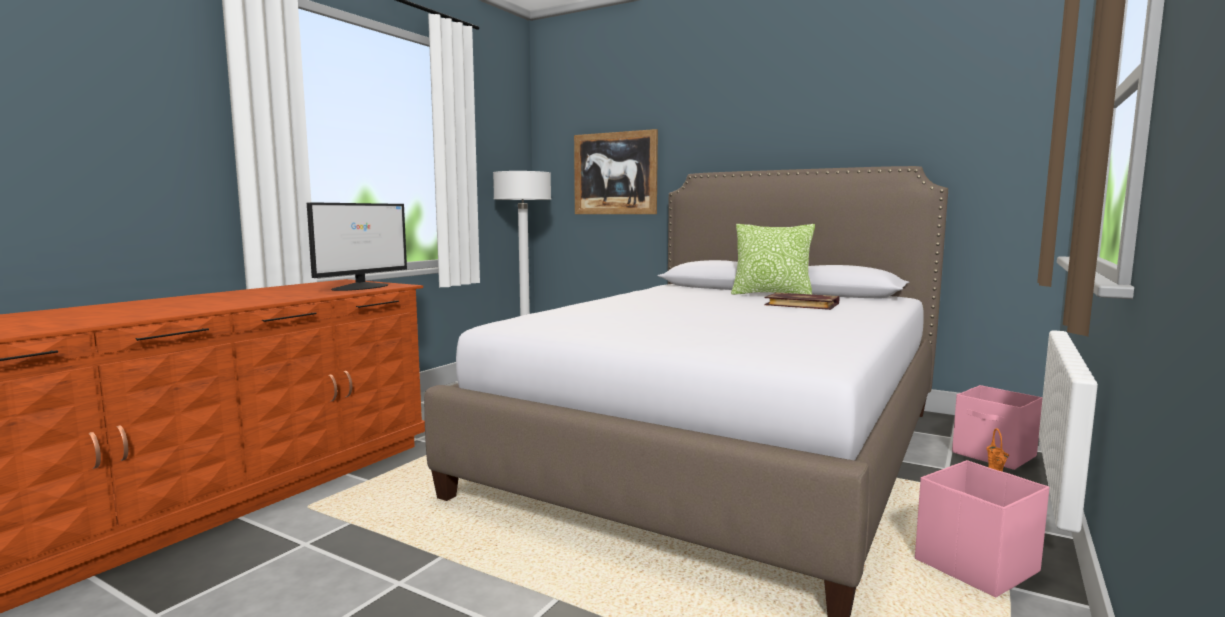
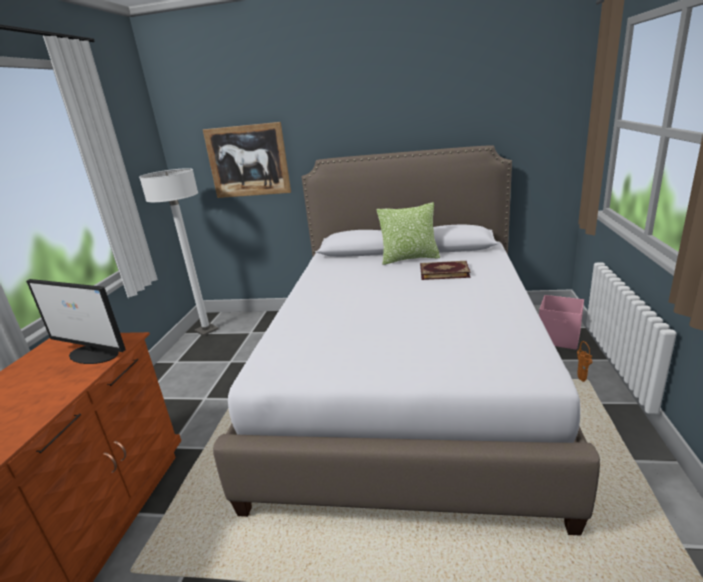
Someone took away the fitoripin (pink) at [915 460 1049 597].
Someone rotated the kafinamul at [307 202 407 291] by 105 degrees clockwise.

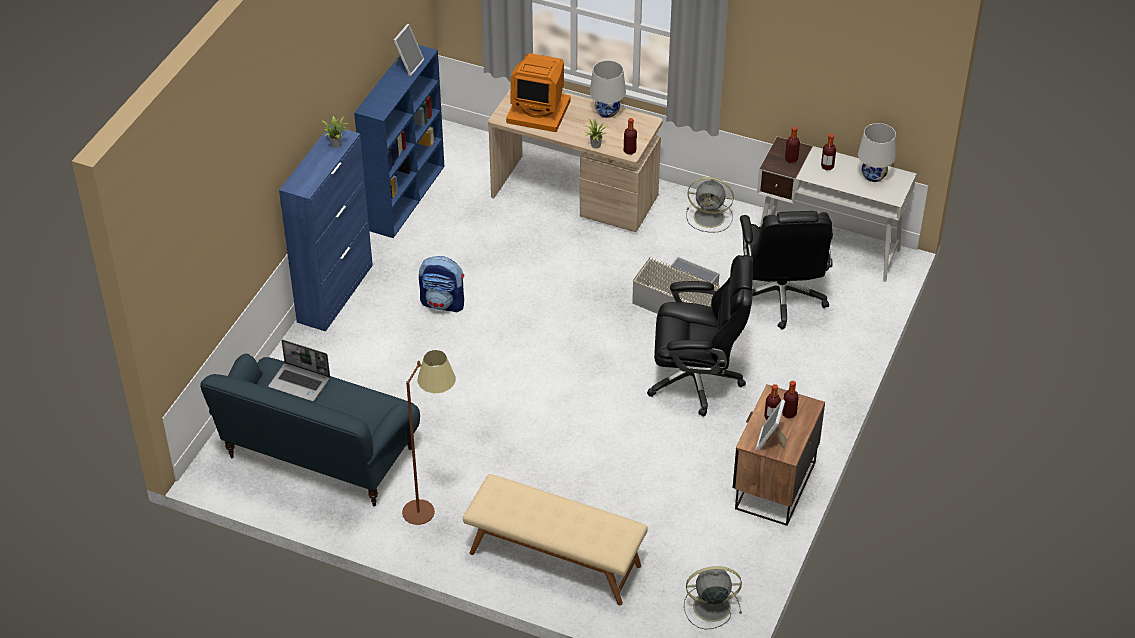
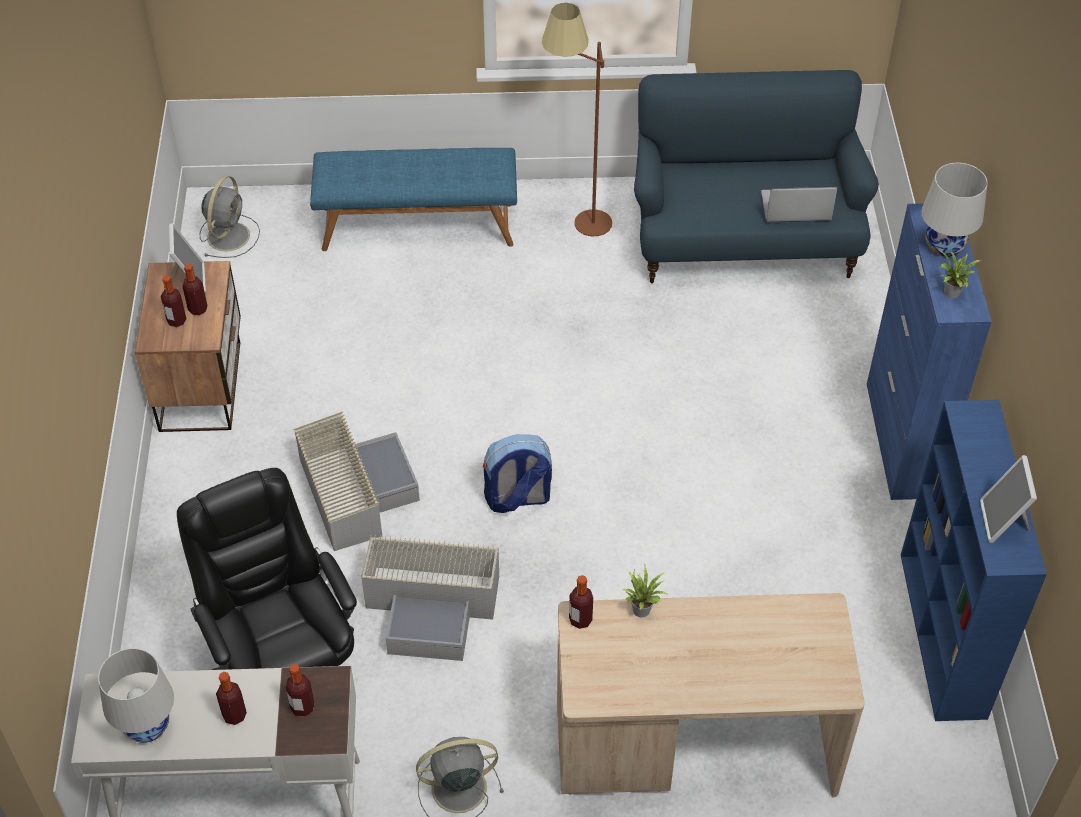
Someone took away the kafinamul at [506 53 571 132].
Someone carried the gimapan from [419 256 464 313] to [483 435 552 513].
Someone carried the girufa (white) from [590 60 626 118] to [921 163 988 257].
Someone swapped the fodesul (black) at [647 255 753 417] for the fitoripin (grey) at [293 411 420 551].
Someone repainted the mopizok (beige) at [463 474 648 605], which became the mopizok (blue) at [310 148 517 251].
Someone rotated the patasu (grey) at [684 566 742 630] by 45 degrees counterclockwise.

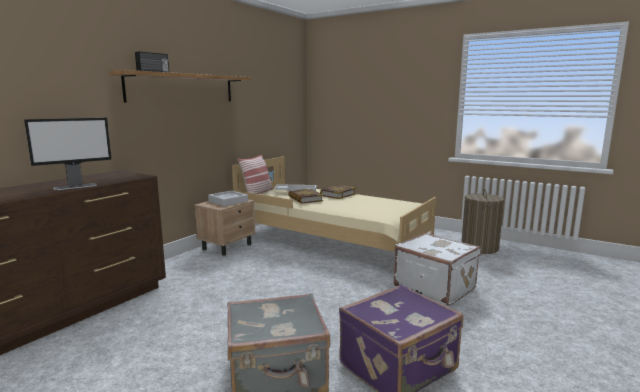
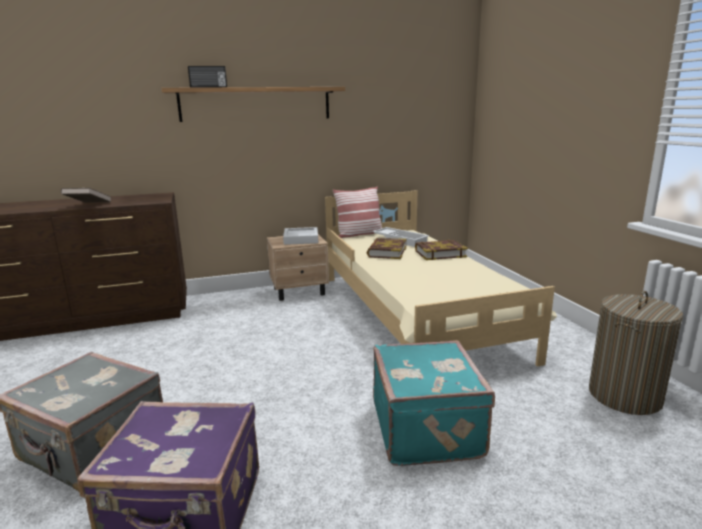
Someone swapped the kafinamul at [24 118 112 190] for the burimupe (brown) at [61 188 111 203].
Someone repainted the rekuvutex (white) at [394 233 481 306], which became the rekuvutex (turquoise) at [373 340 495 466].

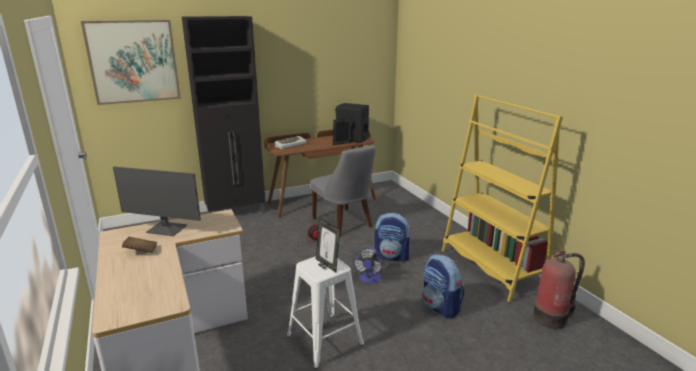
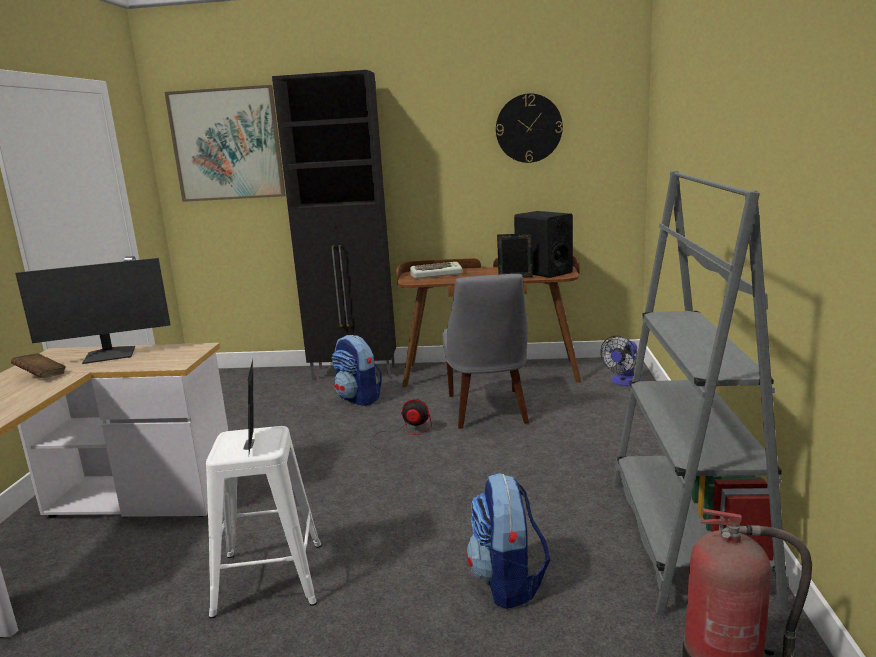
Someone put up the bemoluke at [496 94 563 163].
Someone carried the patasu from [353 247 384 283] to [601 336 641 386].
Someone carried the gimapan from [375 213 412 262] to [332 335 382 406].
Someone repainted the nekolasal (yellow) at [442 94 563 302], which became the nekolasal (grey) at [613 171 789 615].
Someone rotated the kafinamul at [113 167 201 236] by 60 degrees counterclockwise.

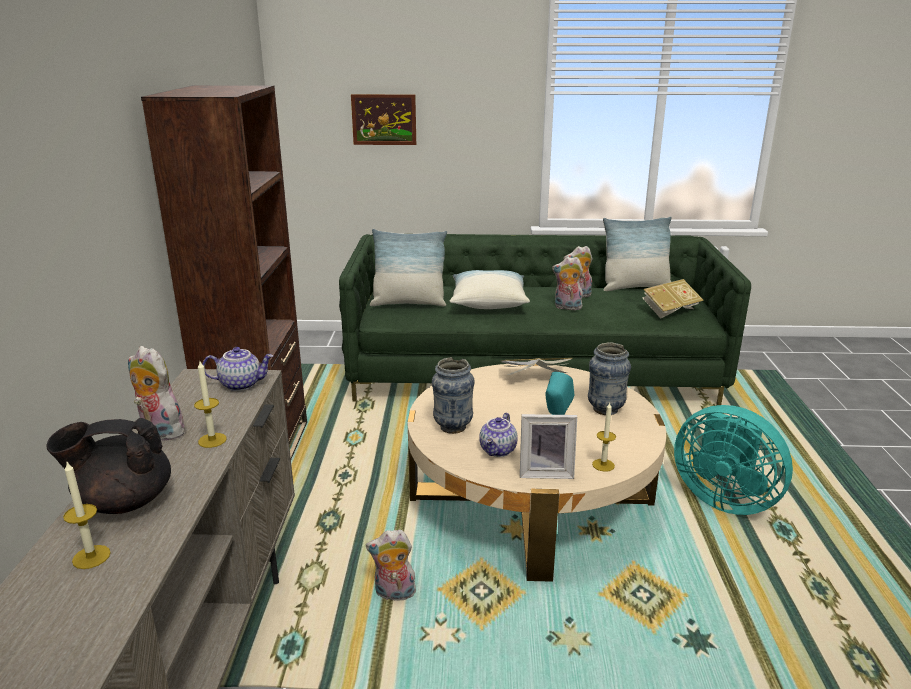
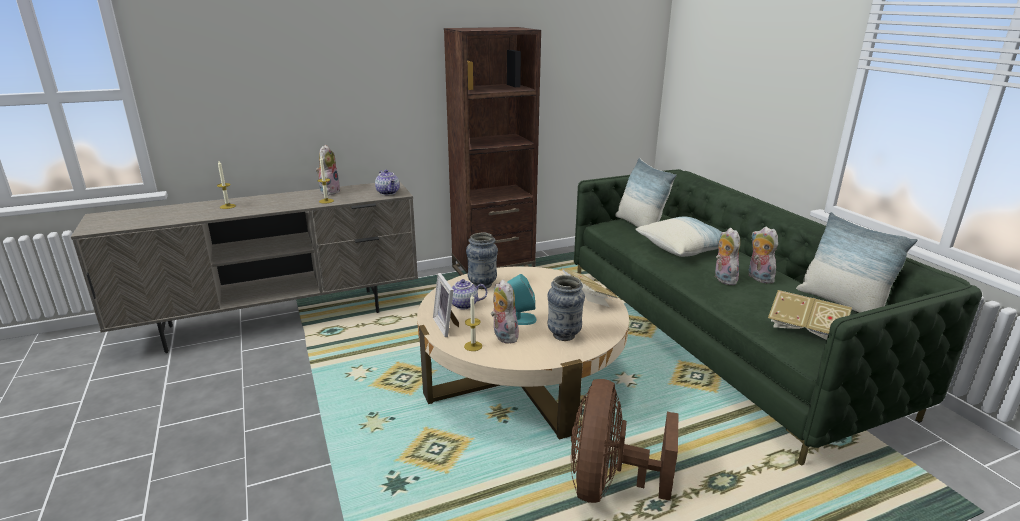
Someone took away the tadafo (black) at [46 418 171 514].
Someone took away the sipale at [351 94 416 145].
Someone carried the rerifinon from [366 529 416 601] to [491 279 519 344].
Someone repainted the patasu (turquoise) at [674 405 793 515], which became the patasu (brown) at [571 379 679 503].

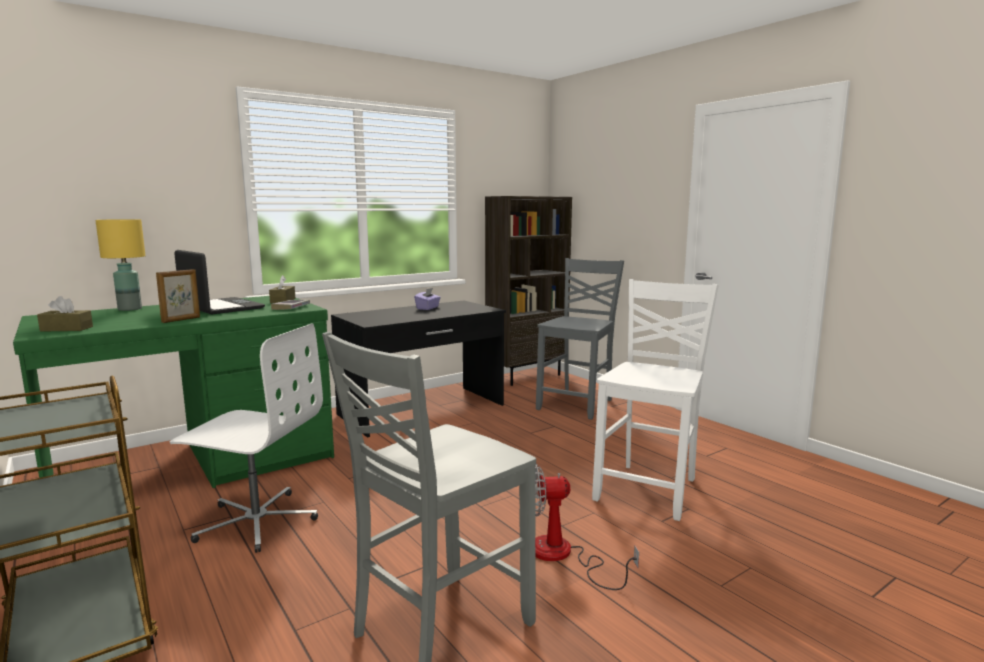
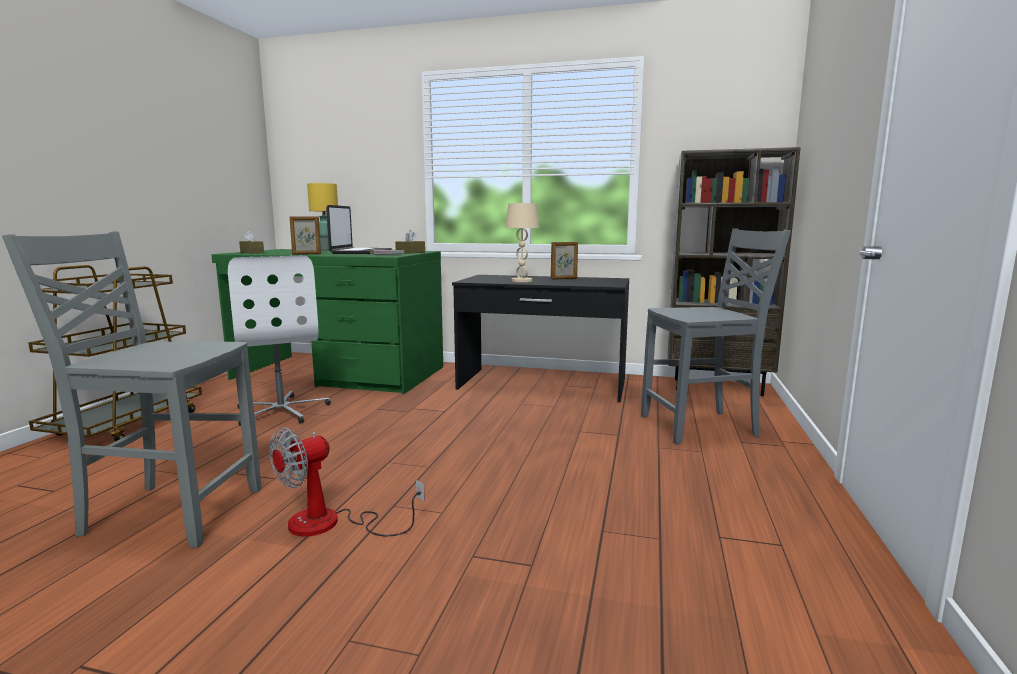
Someone took away the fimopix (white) at [592 279 719 521].
Someone put down the girufa (beige) at [505 203 540 282].
Someone swapped the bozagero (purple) at [414 288 441 310] for the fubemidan at [551 242 578 279].
Someone rotated the patasu at [535 464 639 590] by 90 degrees counterclockwise.

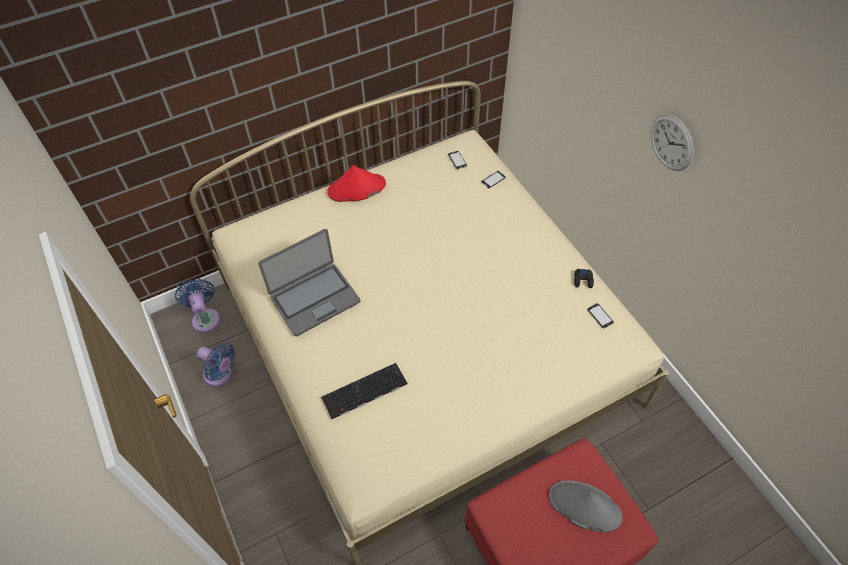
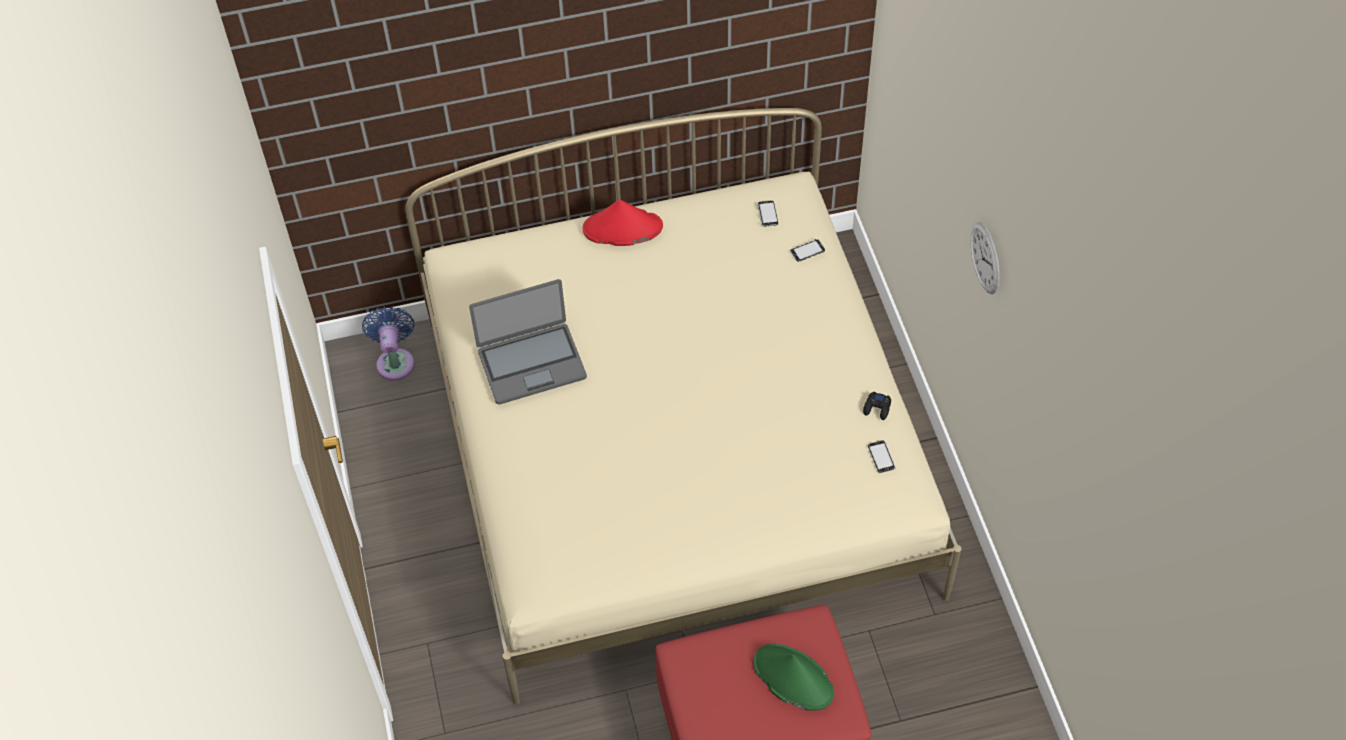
Someone took away the patasu (blue) at [196 343 235 386].
Someone took away the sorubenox at [321 363 407 419].
Someone repainted the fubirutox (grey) at [549 480 623 532], which became the fubirutox (green) at [753 644 834 711].

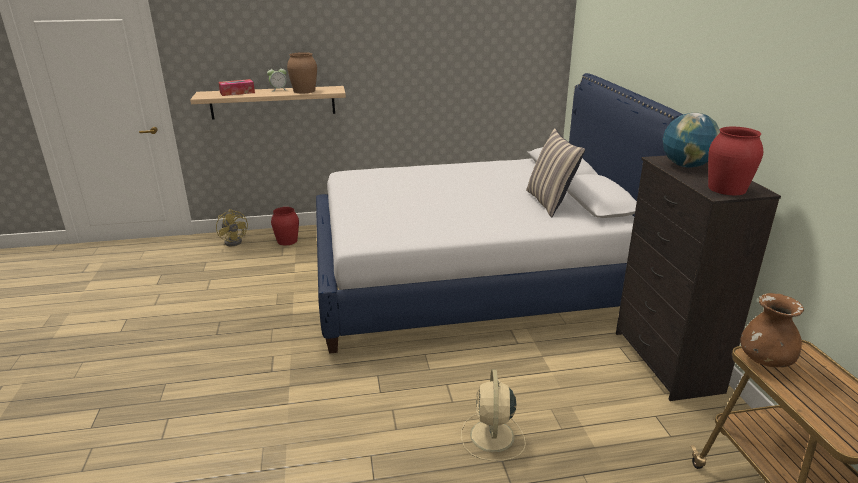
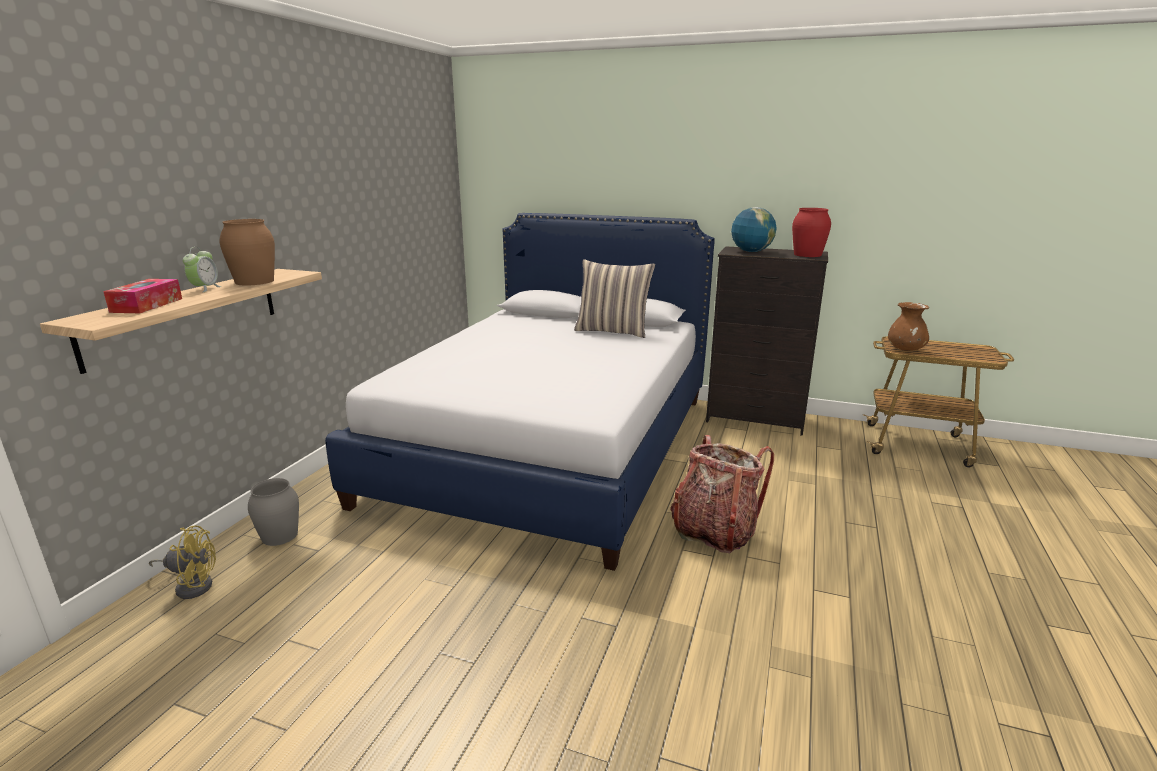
Someone took away the patasu (beige) at [461 369 526 461].
Someone put down the gimapan at [670 435 774 553].
Someone repainted the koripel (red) at [271 207 299 246], which became the koripel (grey) at [248 478 299 546].

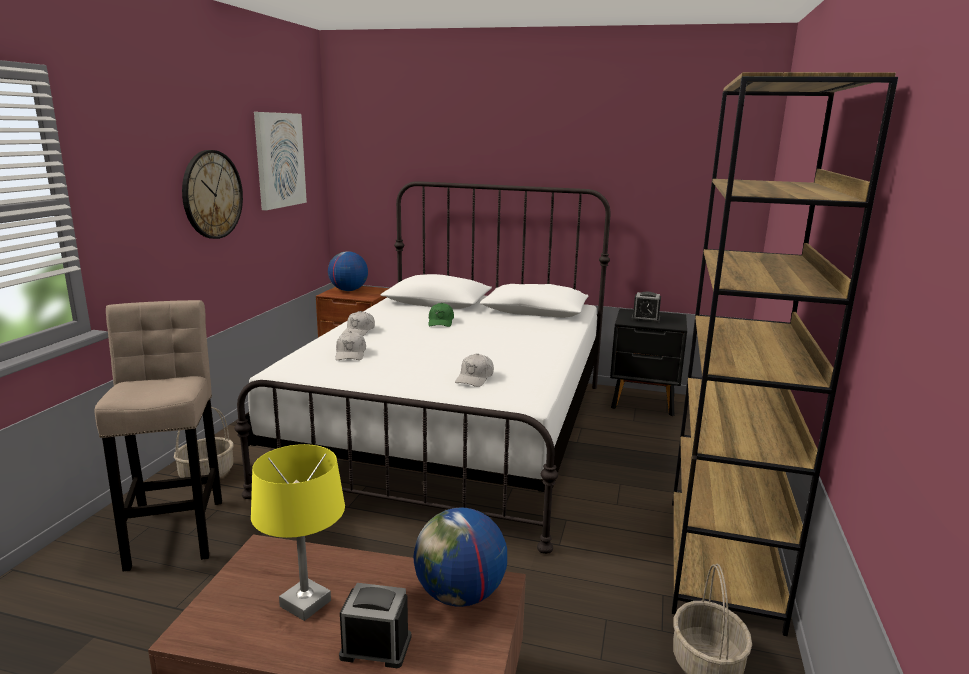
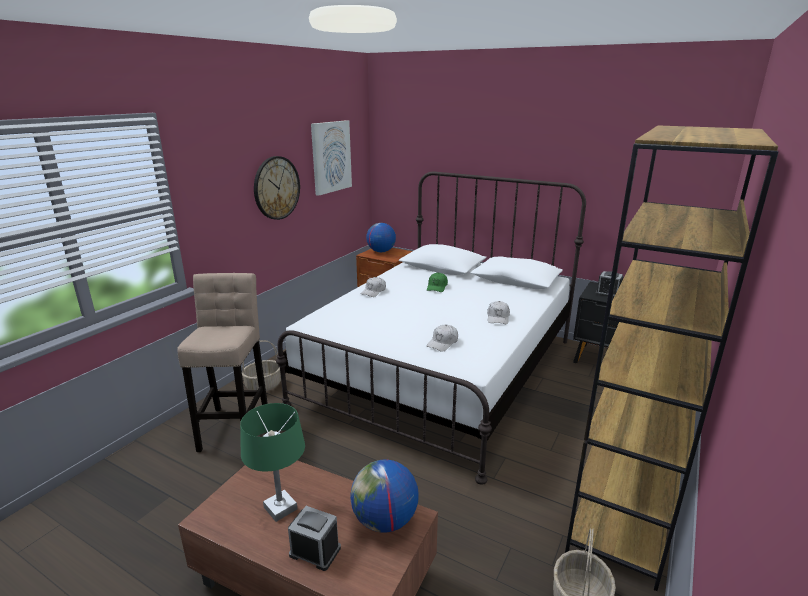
Someone carried the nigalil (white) from [335 331 366 360] to [487 301 510 324].
Someone repainted the girufa (yellow) at [251 444 345 621], which became the girufa (green) at [240 403 305 522].

